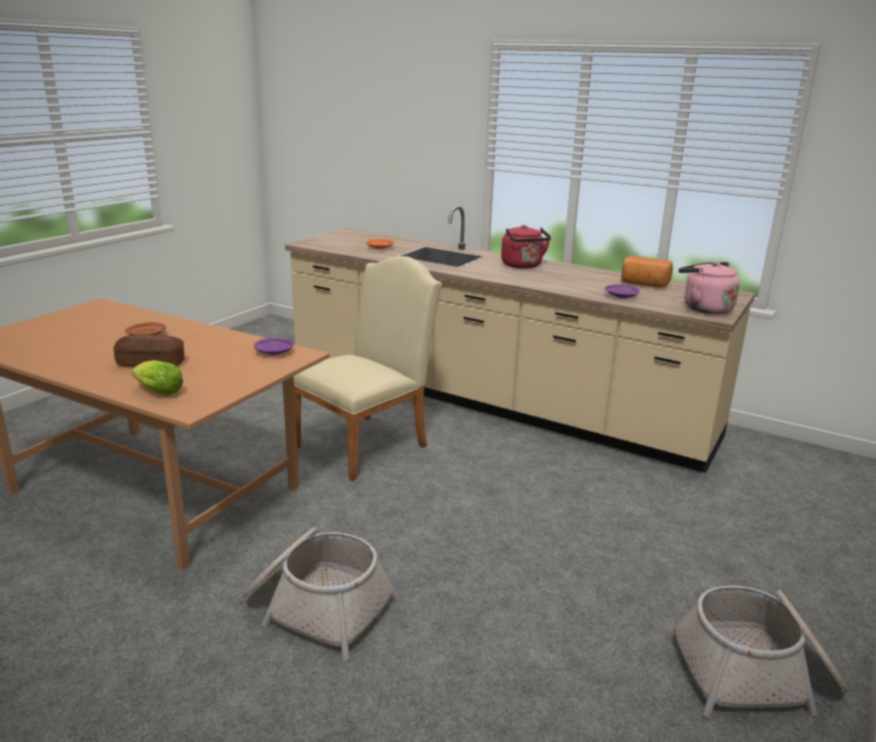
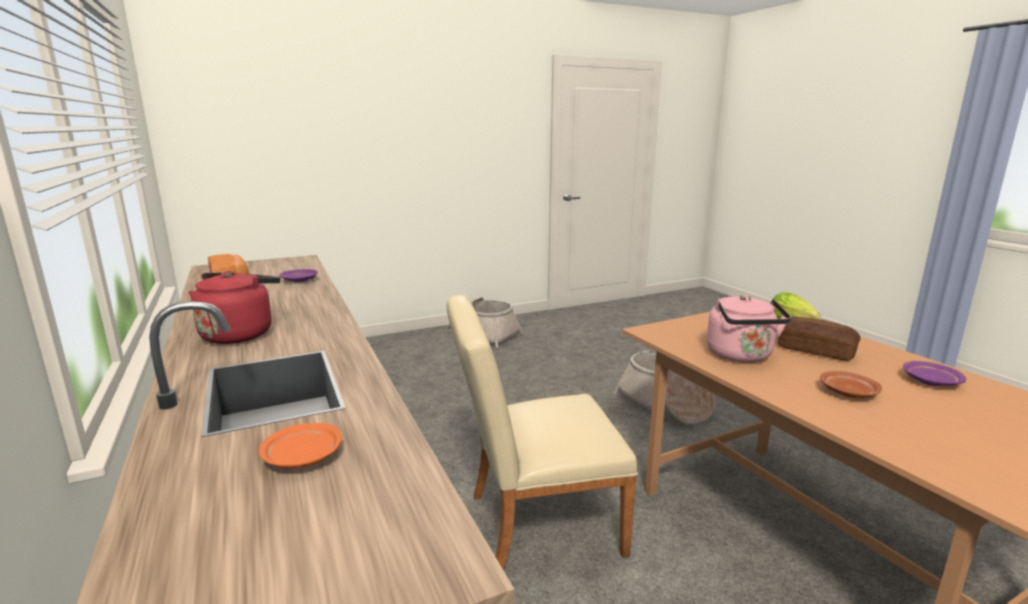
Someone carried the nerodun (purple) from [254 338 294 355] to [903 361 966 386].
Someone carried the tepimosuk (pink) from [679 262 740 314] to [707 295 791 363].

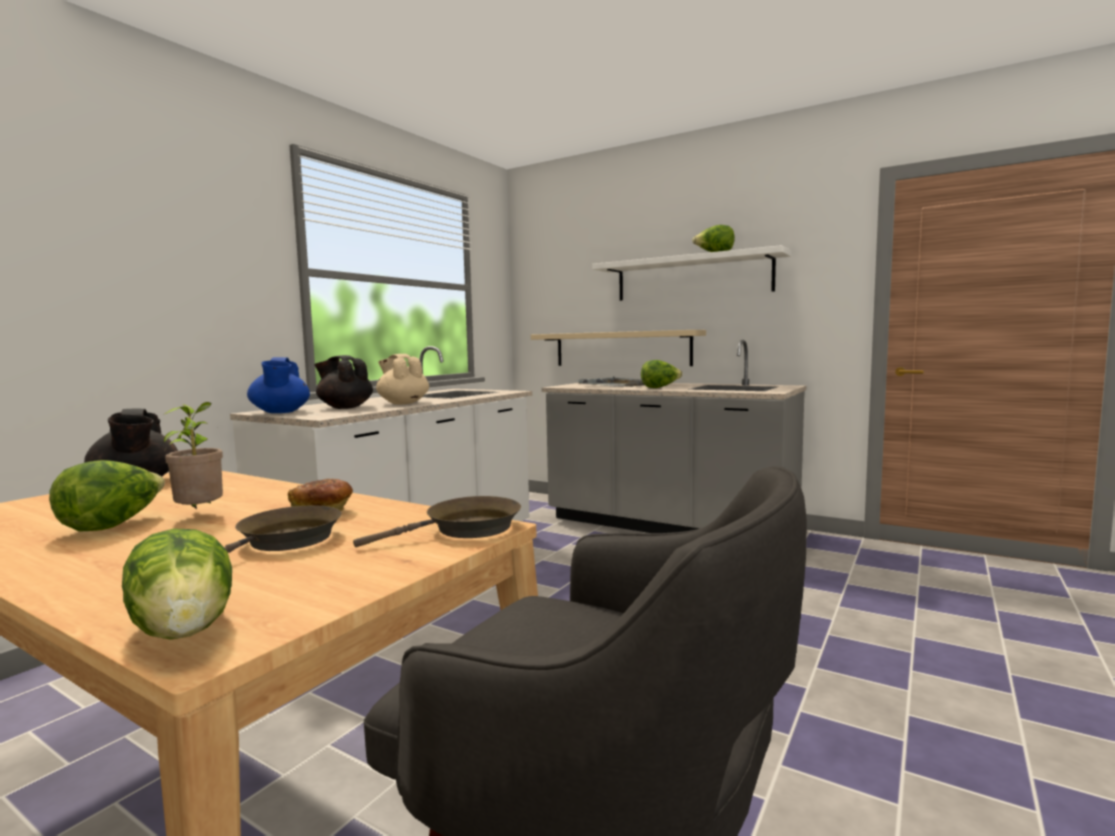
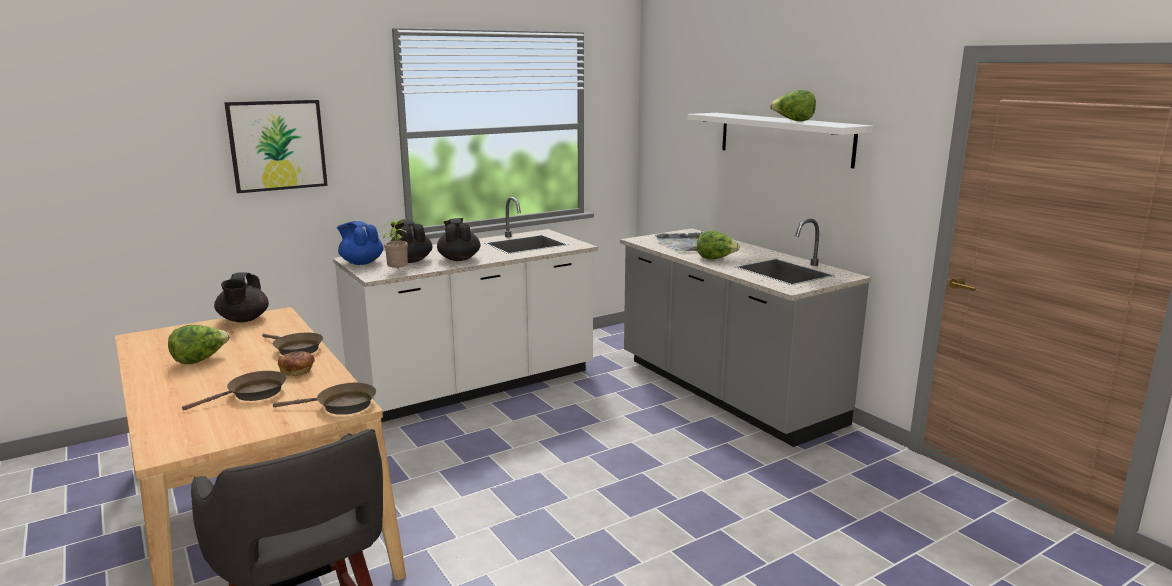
Someone took away the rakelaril at [122 528 232 640].
Someone took away the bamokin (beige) at [531 330 706 366].
Someone put up the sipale at [224 100 328 193].
Someone put down the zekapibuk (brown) at [262 333 323 355].
Someone carried the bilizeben from [163 402 223 509] to [383 219 408 269].
Someone repainted the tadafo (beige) at [376 354 429 404], which became the tadafo (black) at [437 218 480 261].
Someone rotated the tadafo (blue) at [247 357 310 413] by 120 degrees clockwise.

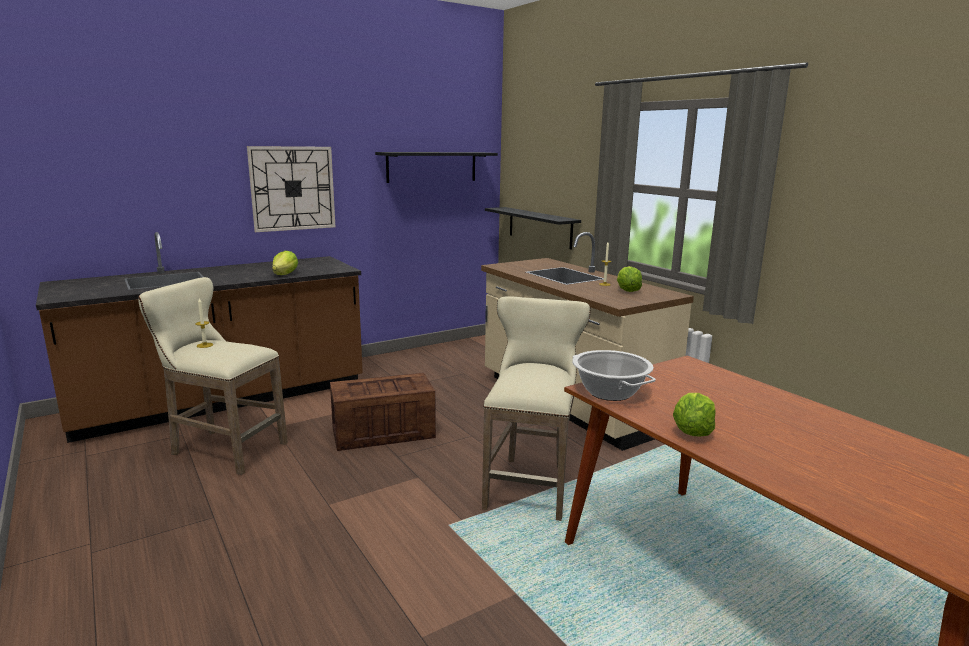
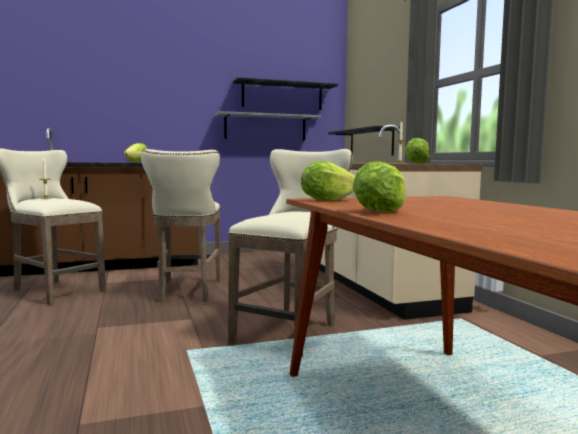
Someone took away the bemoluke at [247 146 336 232].
Someone put up the bamokin (grey) at [215 111 321 141].
Someone swapped the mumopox at [330 373 436 451] for the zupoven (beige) at [141 149 220 302].
Someone swapped the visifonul at [572 350 656 401] for the rakelaril at [301 161 355 201].

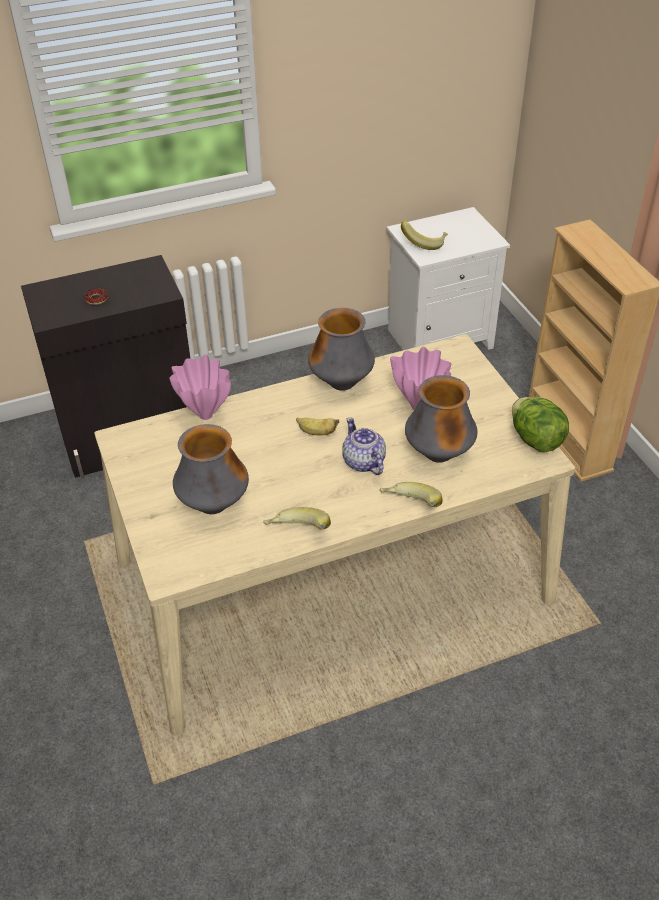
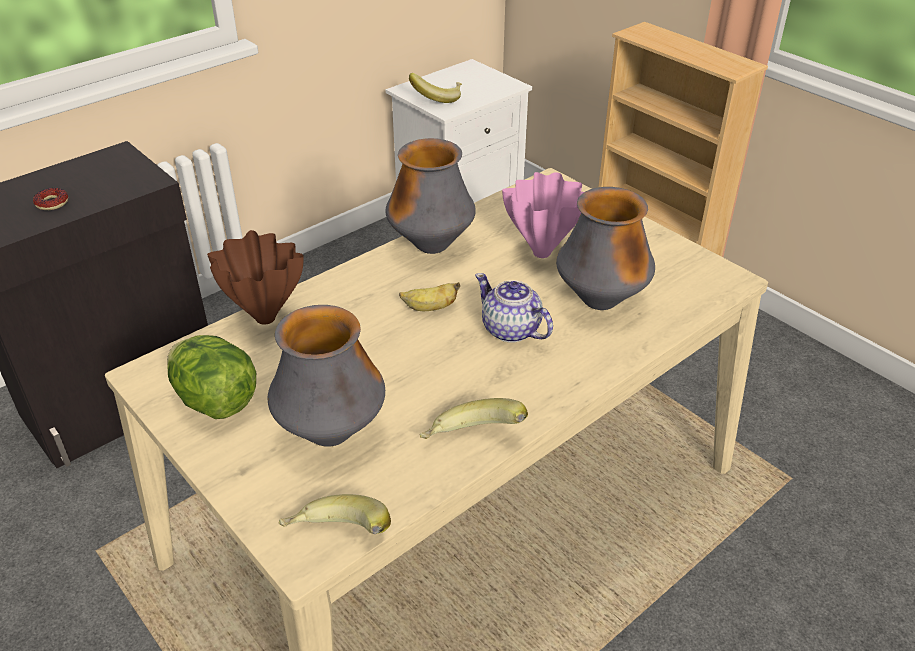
Someone carried the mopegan from [380 482 442 507] to [279 494 391 534].
Someone carried the rakelaril from [512 397 569 452] to [167 335 256 419].
Someone repainted the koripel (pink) at [169 354 231 420], which became the koripel (brown) at [207 230 304 325].

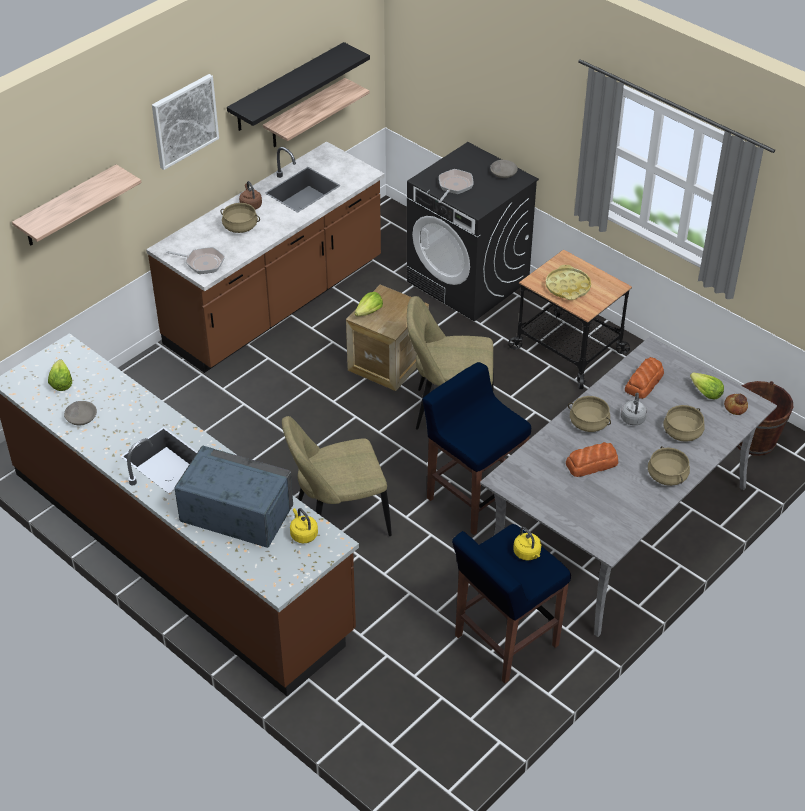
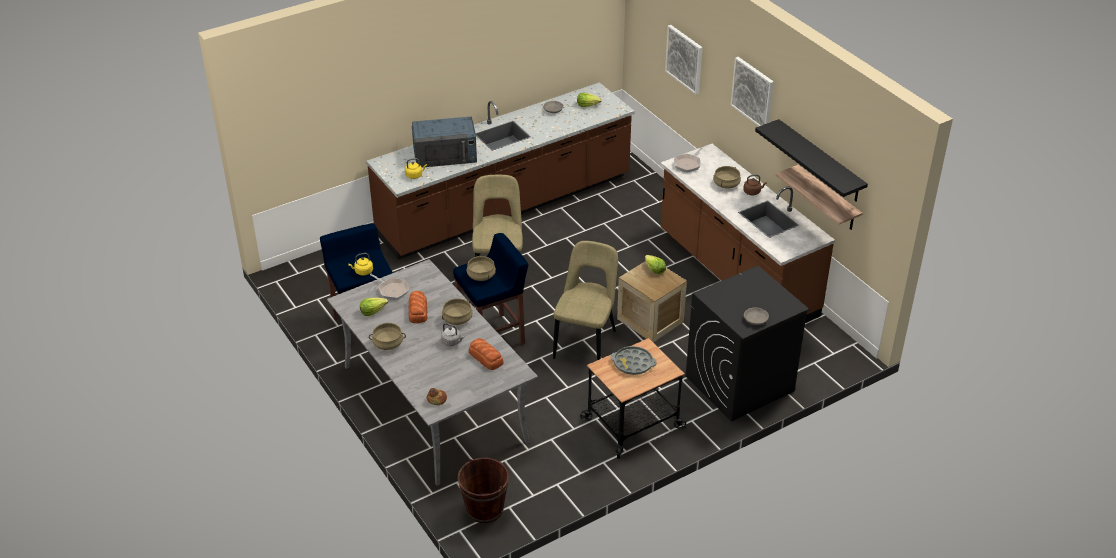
Someone carried the zekapibuk from [438 169 474 203] to [370 274 410 300].
Someone carried the visifonul (beige) from [664 405 705 442] to [467 256 496 281].
Someone carried the rakelaril from [690 372 724 400] to [360 298 388 316].
Someone swapped the bamokin at [12 164 142 246] for the sipale at [665 25 703 95].
Someone repainted the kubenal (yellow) at [546 265 591 300], which became the kubenal (grey) at [610 346 656 375].
Someone rotated the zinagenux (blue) at [174 446 293 548] by 45 degrees clockwise.

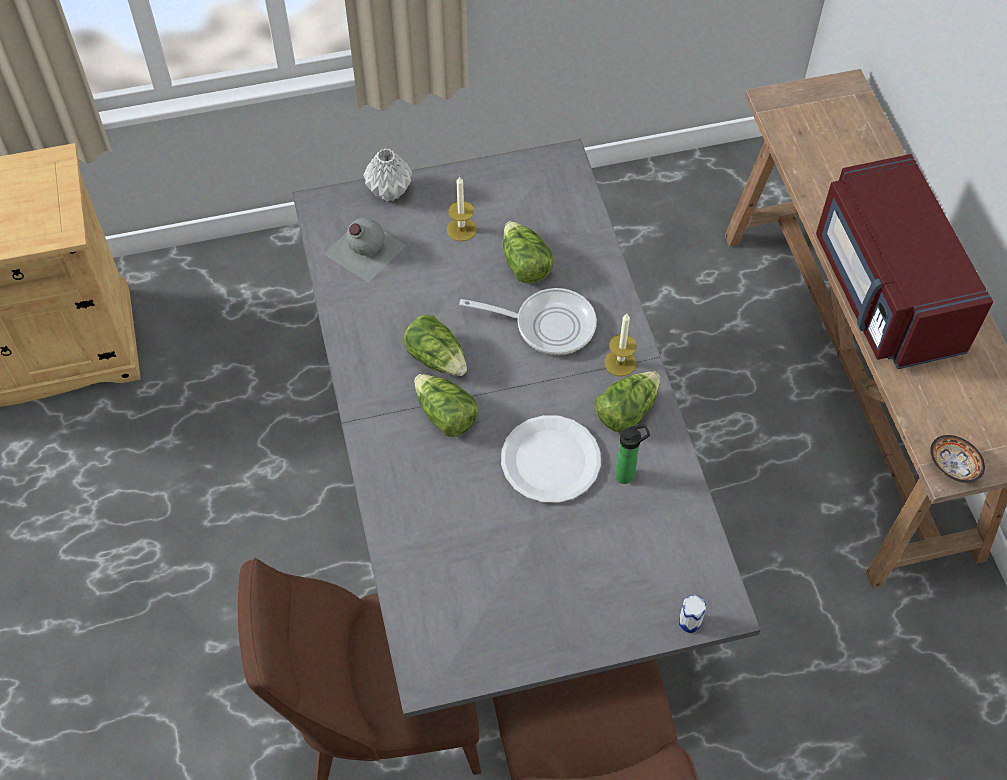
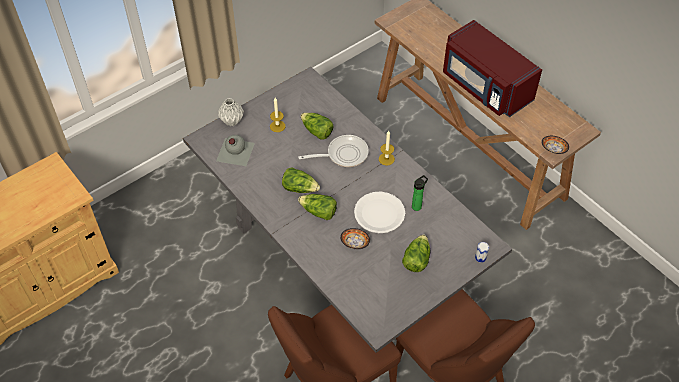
Someone put down the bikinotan at [340 228 370 249].
Someone carried the rakelaril from [595 371 660 432] to [402 235 430 272].

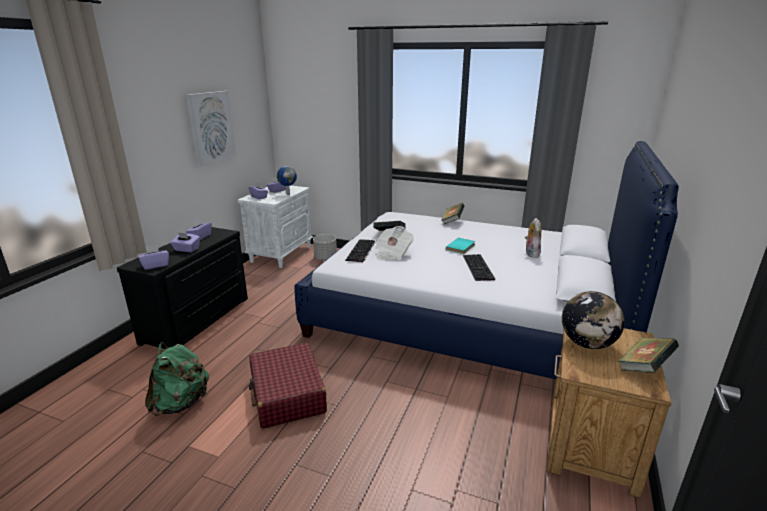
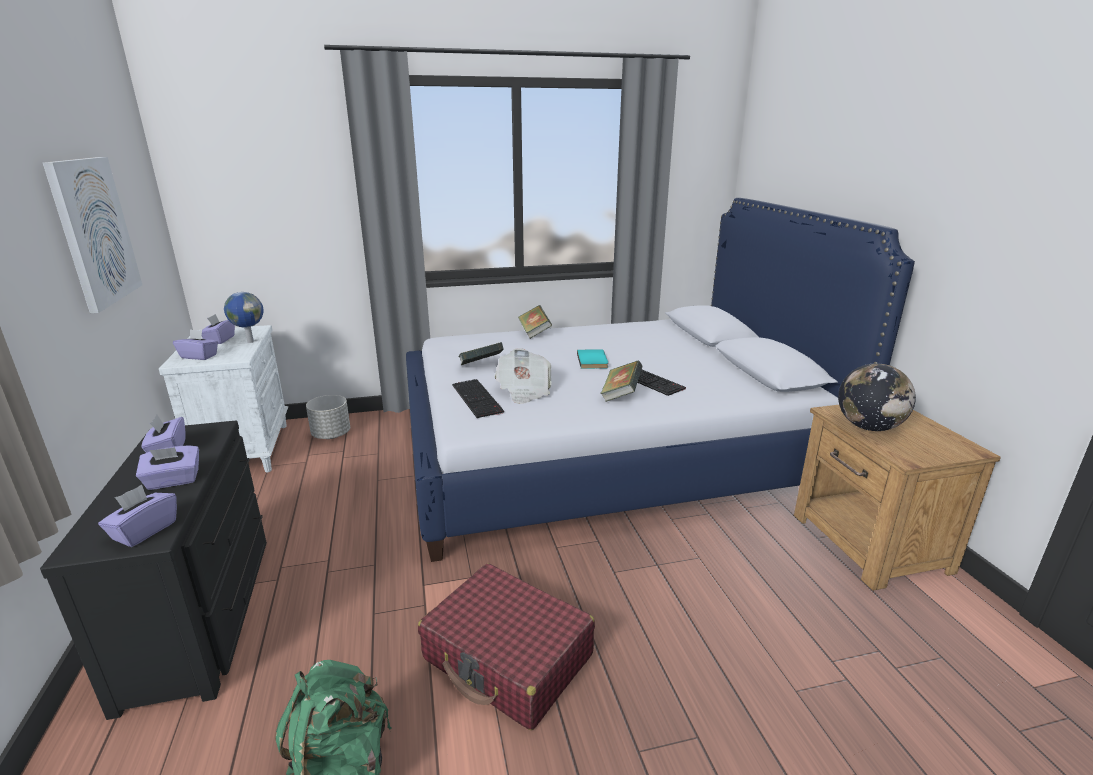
Someone took away the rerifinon at [525 218 542 258].
Someone carried the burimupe from [618 338 679 373] to [601 361 643 402].

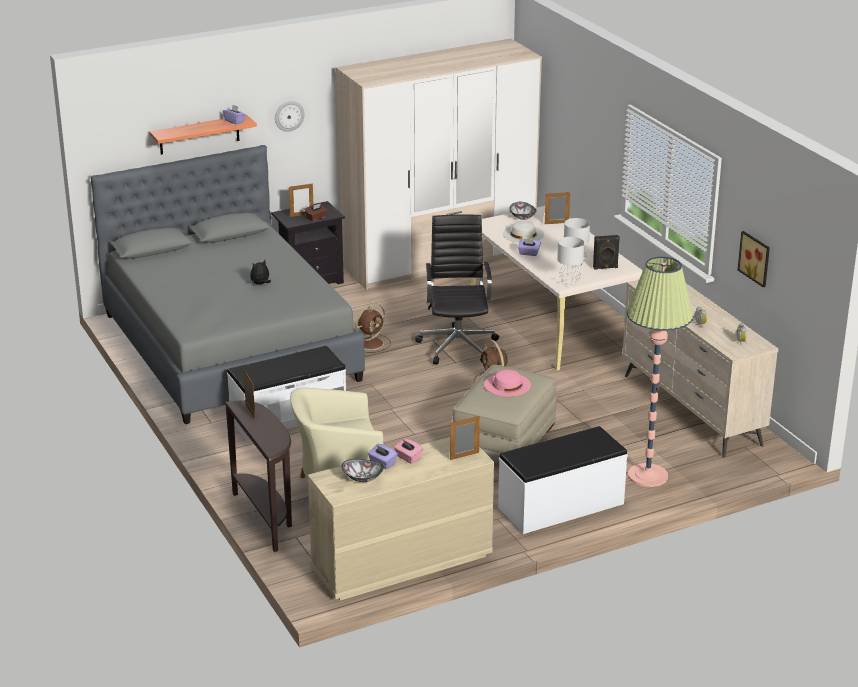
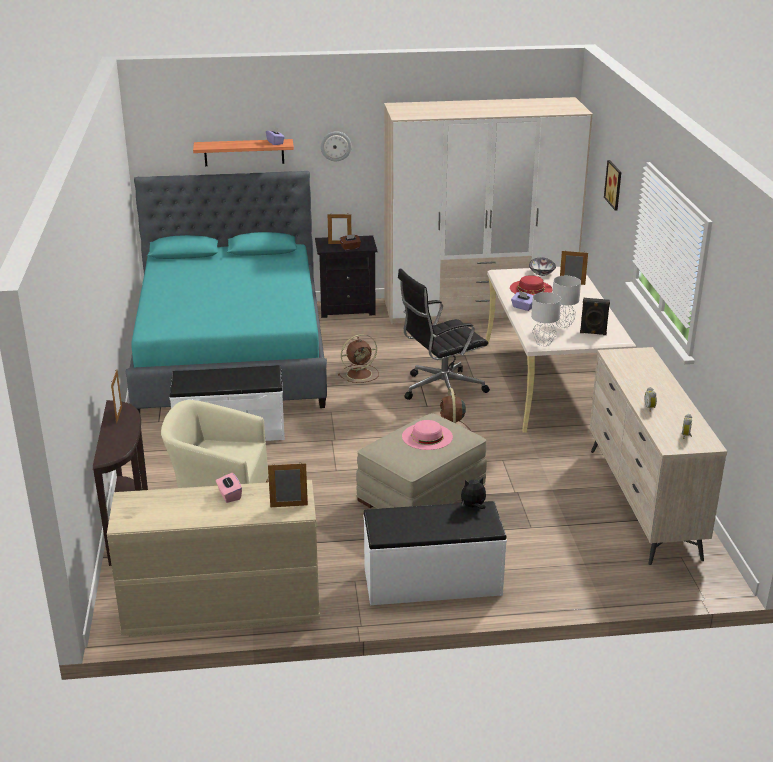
Someone took away the bikinotan at [342 459 384 482].
Someone took away the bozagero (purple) at [368 444 398 469].
Someone took away the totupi at [627 257 693 487].
Someone carried the rerifinon from [250 260 271 285] to [461 478 486 509].
Someone carried the sipale from [738 231 770 287] to [604 160 621 211].
Someone repainted the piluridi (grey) at [91 145 365 424], which became the piluridi (turquoise) at [126 171 327 413].
Someone repainted the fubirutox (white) at [503 221 544 242], which became the fubirutox (red) at [510 275 553 295].
Someone rotated the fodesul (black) at [415 214 499 364] by 135 degrees counterclockwise.

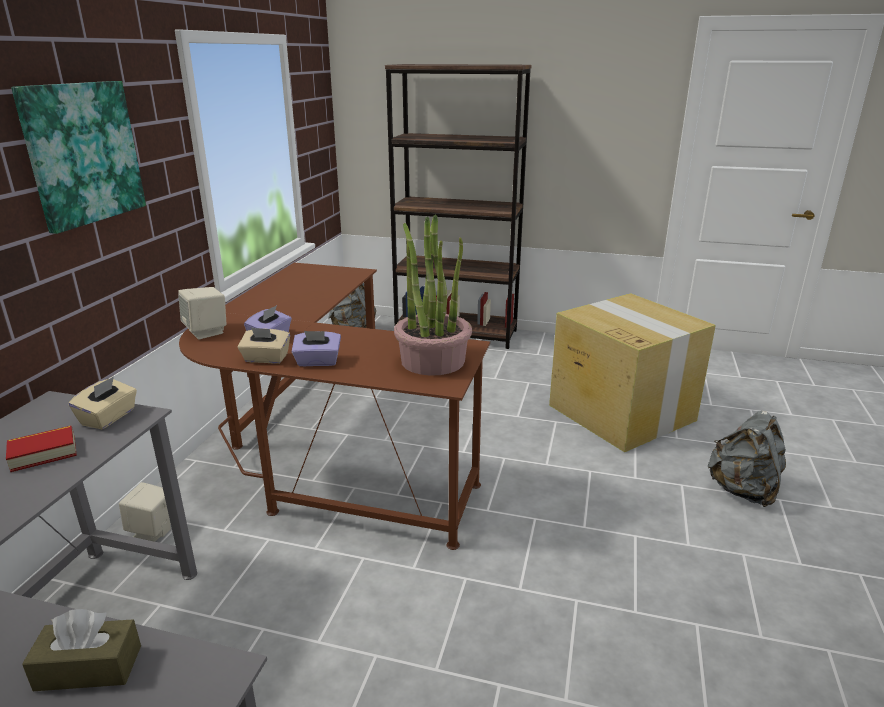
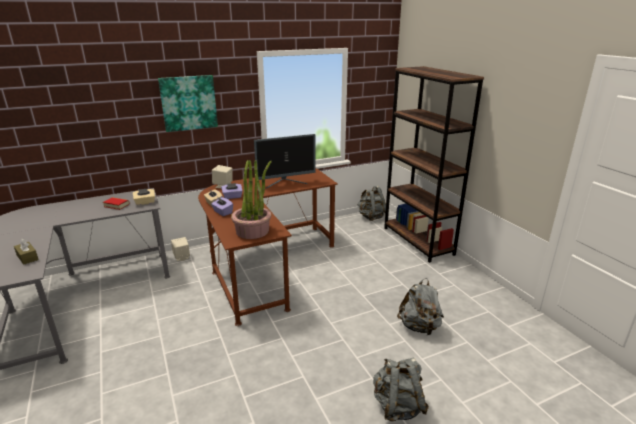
Someone put down the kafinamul at [254 134 316 189].
Someone swapped the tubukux at [549 293 716 452] for the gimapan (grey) at [397 278 444 335].

